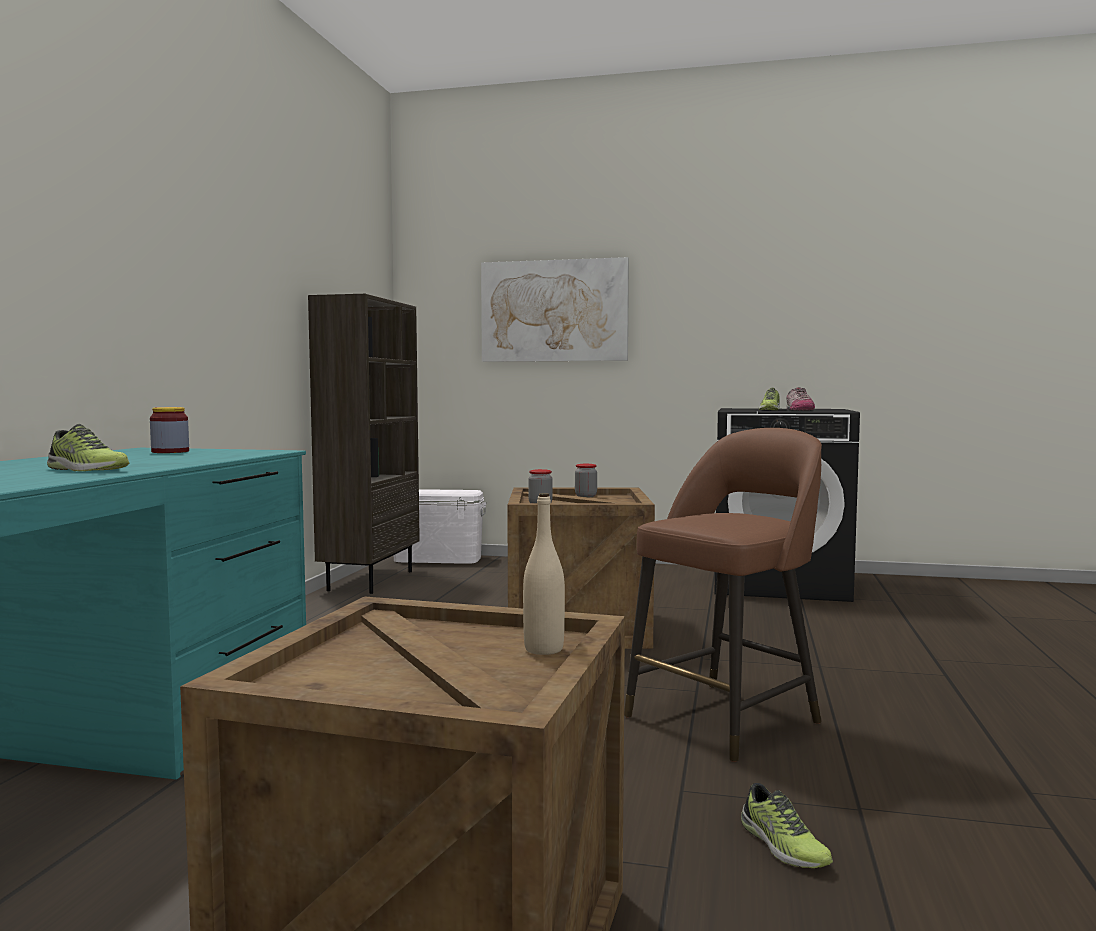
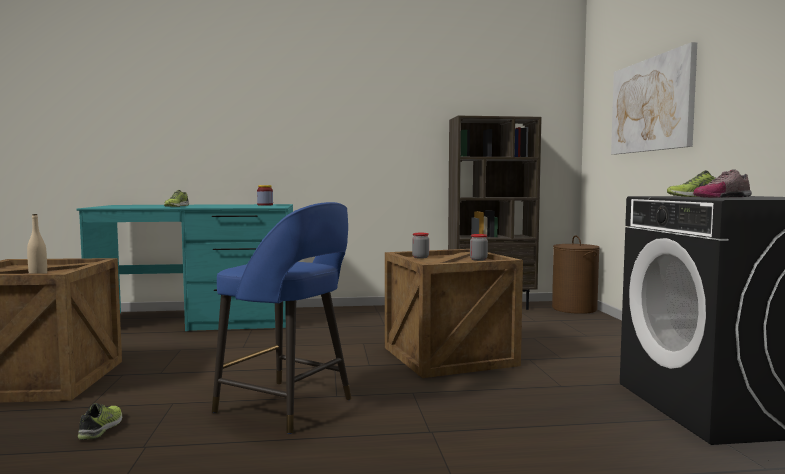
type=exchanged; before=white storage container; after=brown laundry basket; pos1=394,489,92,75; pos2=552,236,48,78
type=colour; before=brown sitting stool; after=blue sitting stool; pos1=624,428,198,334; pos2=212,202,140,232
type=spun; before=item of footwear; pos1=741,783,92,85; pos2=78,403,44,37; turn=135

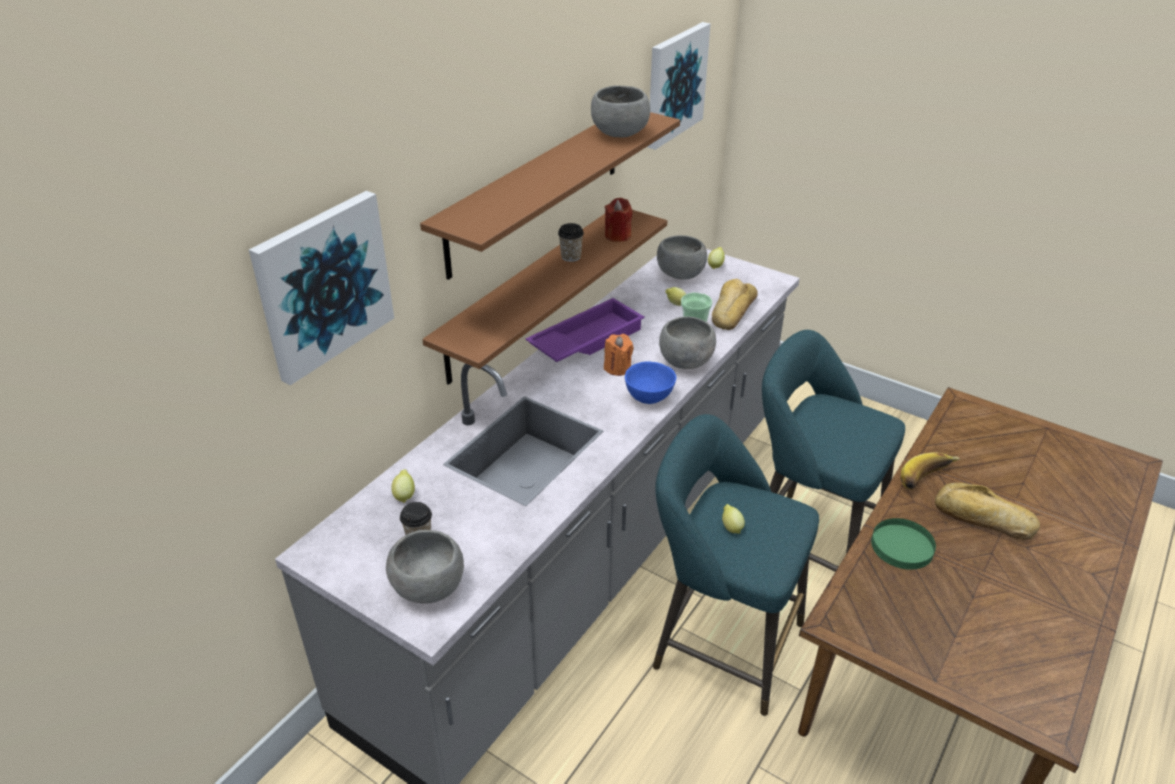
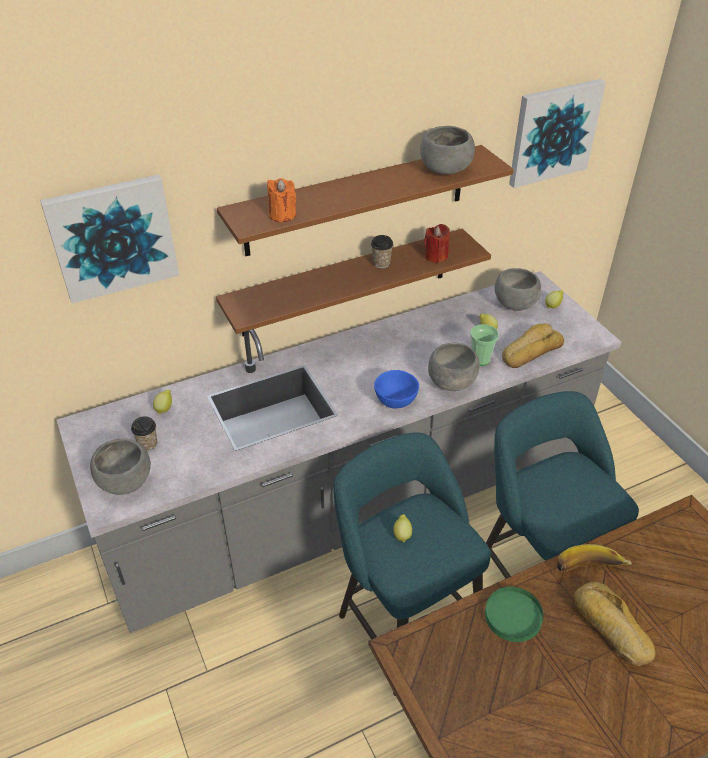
type=missing; before=purple-coloured serving tray; pos1=526,298,119,64
type=relocated; before=orange wax light; pos1=604,334,30,42; pos2=267,178,29,44

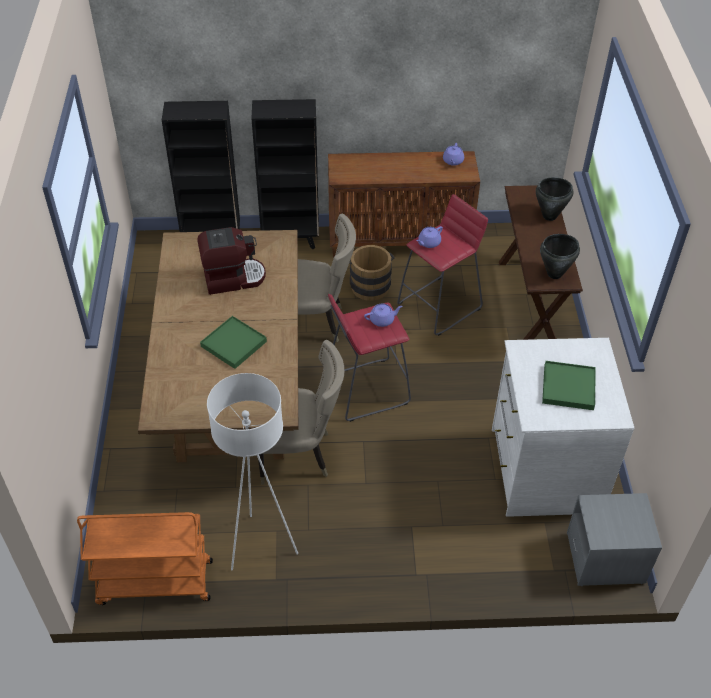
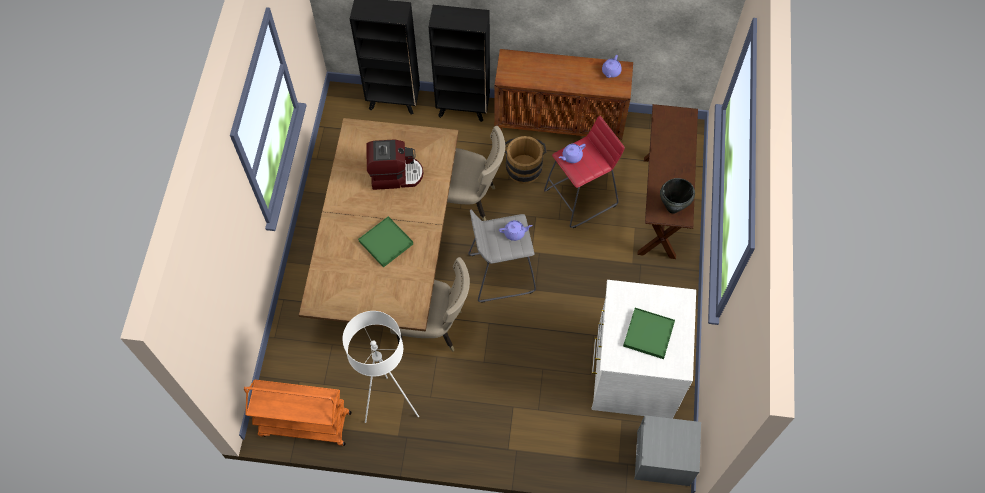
type=colour; before=red-coloured sitting stool; after=greyish sitting stool; pos1=328,294,83,128; pos2=468,209,68,94
type=missing; before=blackish stockpot; pos1=536,177,37,44

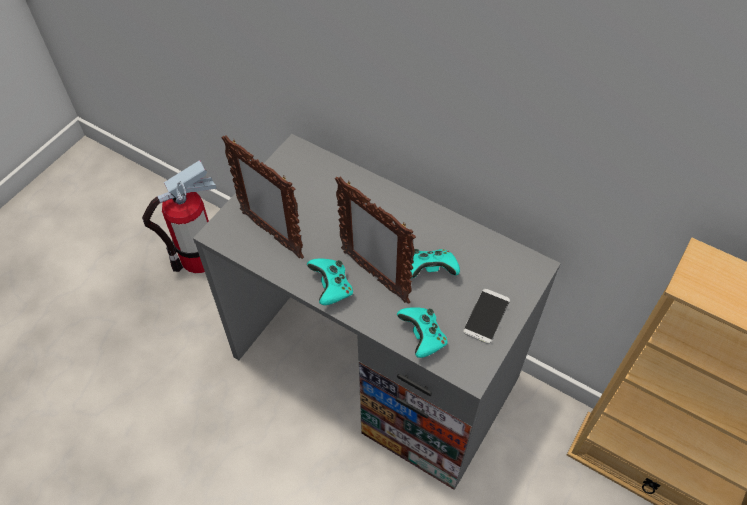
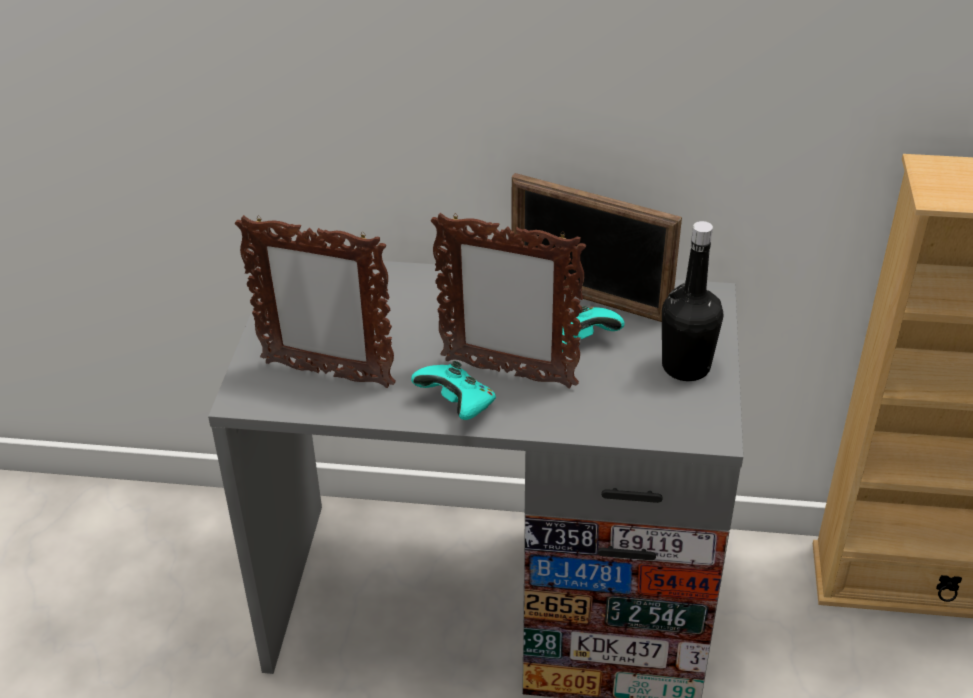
type=missing; before=fire-fighting cylinder; pos1=142,160,75,113
type=missing; before=turquoise joypad; pos1=397,307,50,51
type=exchanged; before=handset; after=blackish drink bottle; pos1=463,289,47,55; pos2=662,221,61,160
type=appeared; after=photo frame; pos2=511,173,171,149

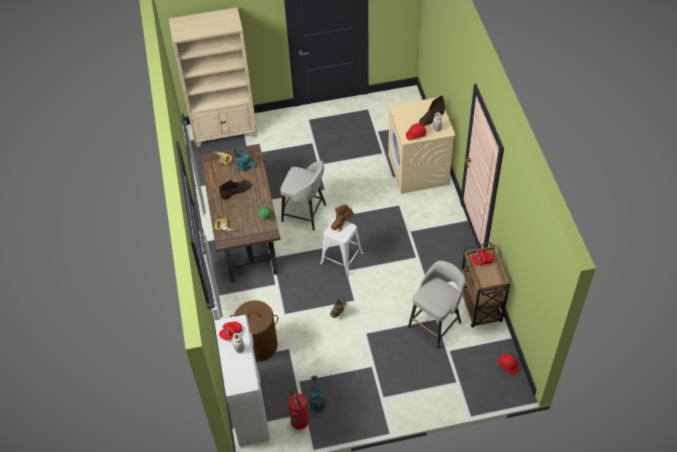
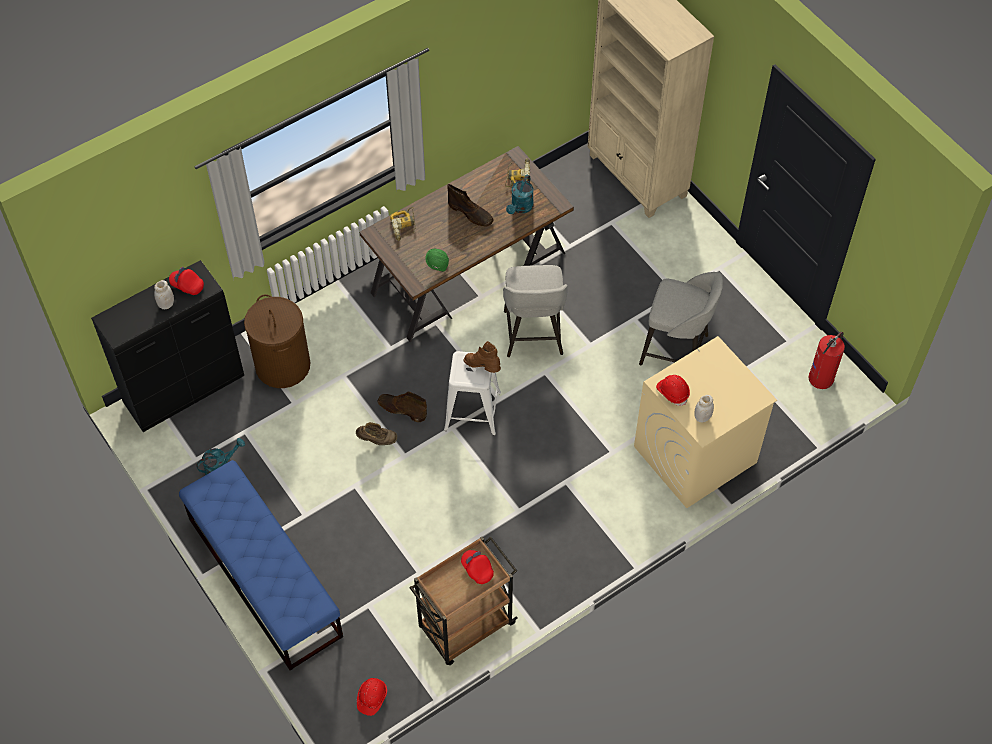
type=colour; before=white cabinet; after=blackish cabinet; pos1=214,315,56,131; pos2=91,260,153,172
type=relocated; before=fire-fighting cylinder; pos1=288,390,21,40; pos2=808,332,37,57
type=relocated; before=greyish sitting stool; pos1=408,261,57,87; pos2=639,272,84,93
type=relocated; before=brown tall boot; pos1=419,95,26,31; pos2=378,392,49,30
type=appeared; after=blue long seat; pos2=179,460,164,210

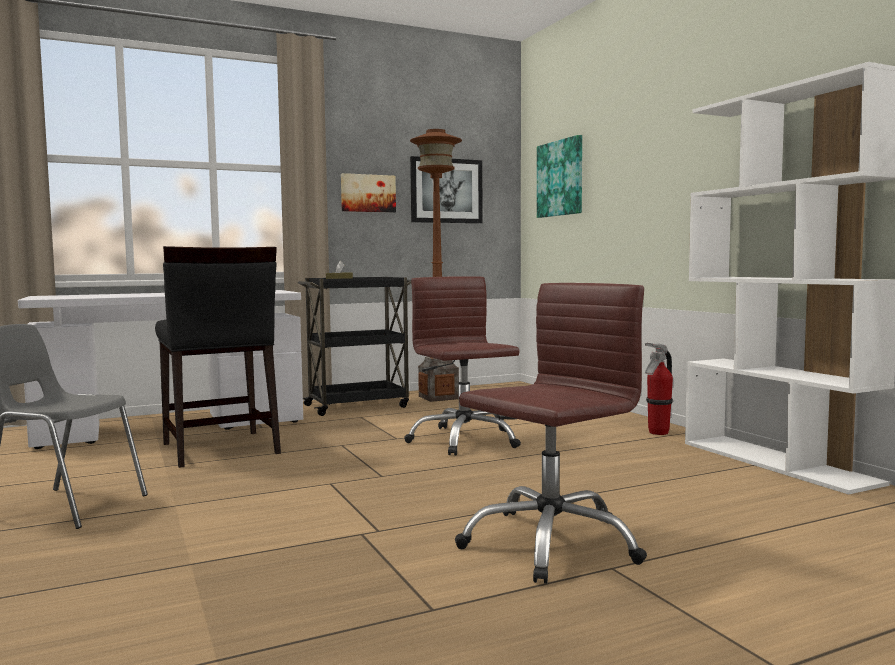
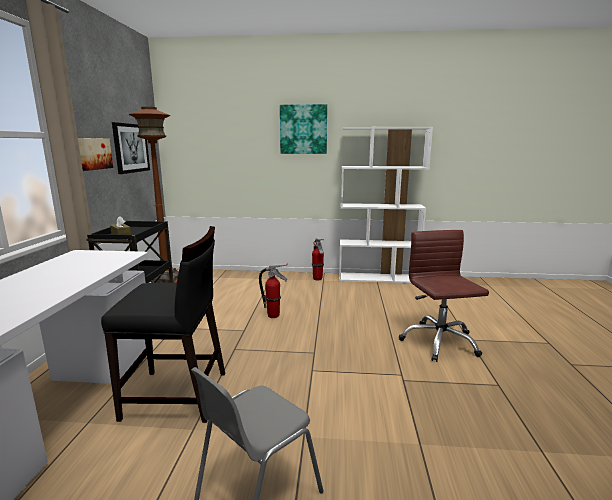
type=exchanged; before=brown computer chair; after=fire-fighting cylinder; pos1=404,276,117,180; pos2=259,263,29,55
type=relocated; before=picture; pos1=537,135,45,83; pos2=280,104,47,50

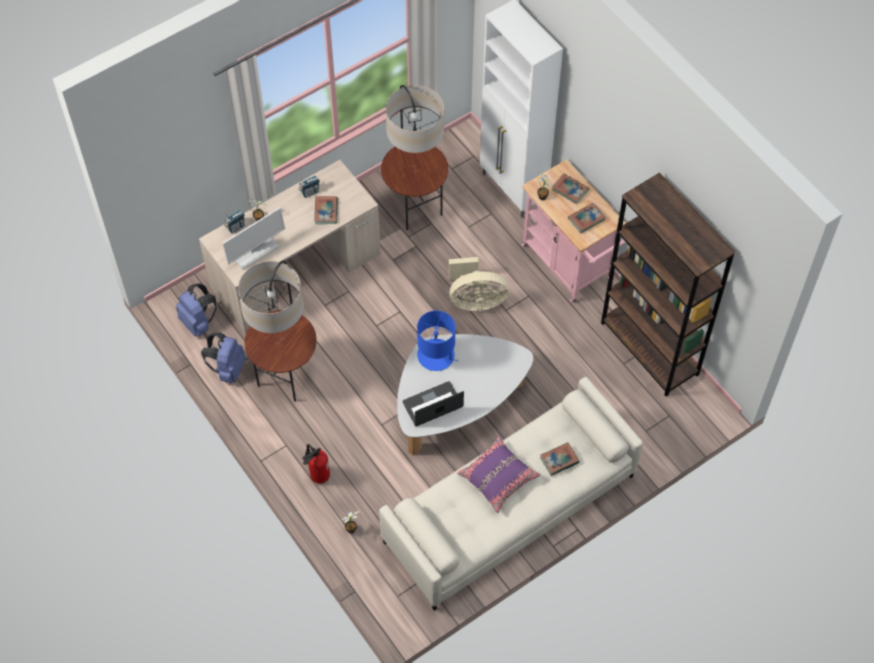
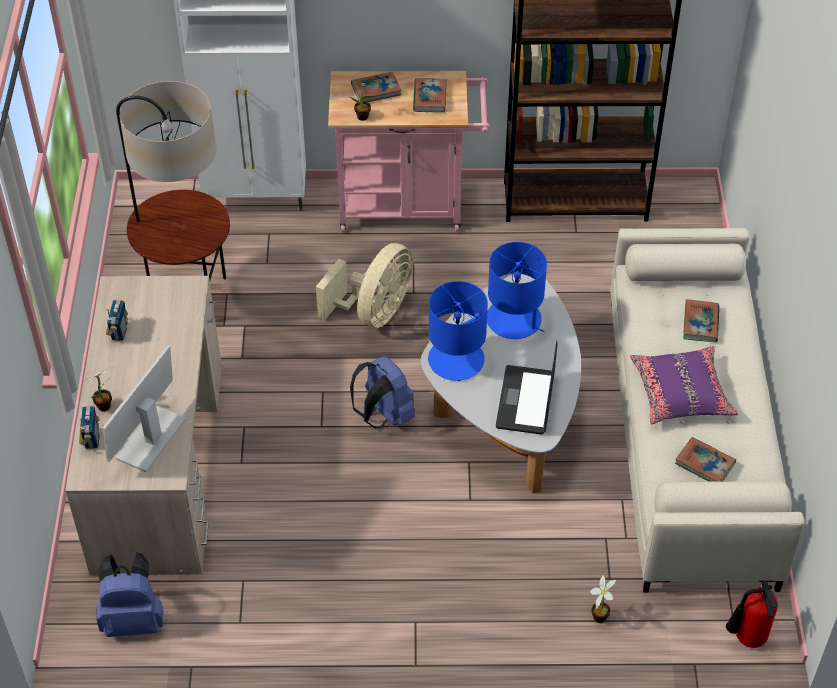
type=relocated; before=blue backpack; pos1=201,332,45,51; pos2=350,356,65,73
type=spun; before=computer display; pos1=222,207,63,63; pos2=102,345,84,127; turn=-150
type=missing; before=standing lamp; pos1=238,260,79,141
type=relocated; before=fire-fighting cylinder; pos1=302,444,28,40; pos2=726,580,52,68
type=relocated; before=volume; pos1=314,196,24,28; pos2=675,437,61,44
type=appeared; after=blue table lamp; pos2=487,242,60,97

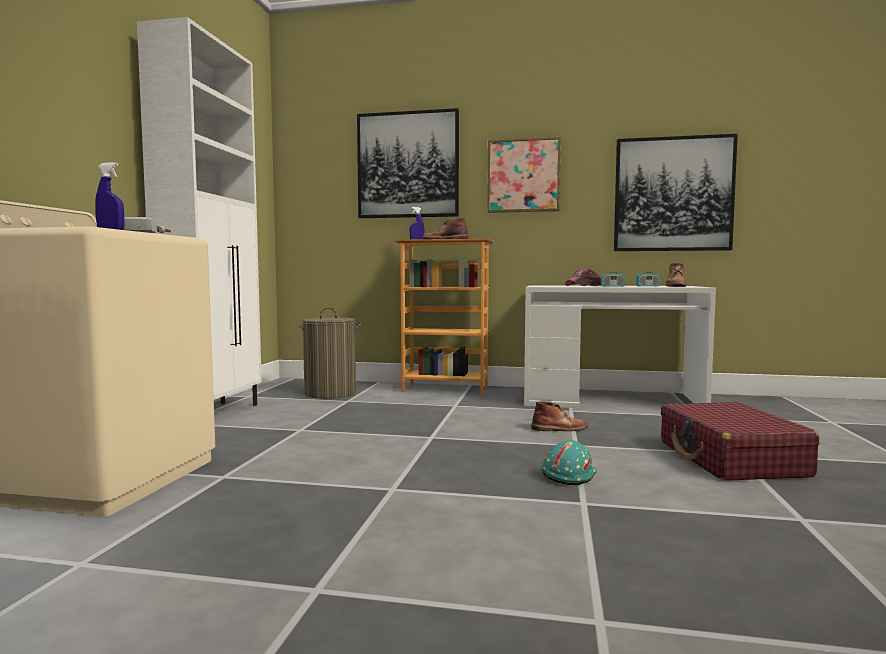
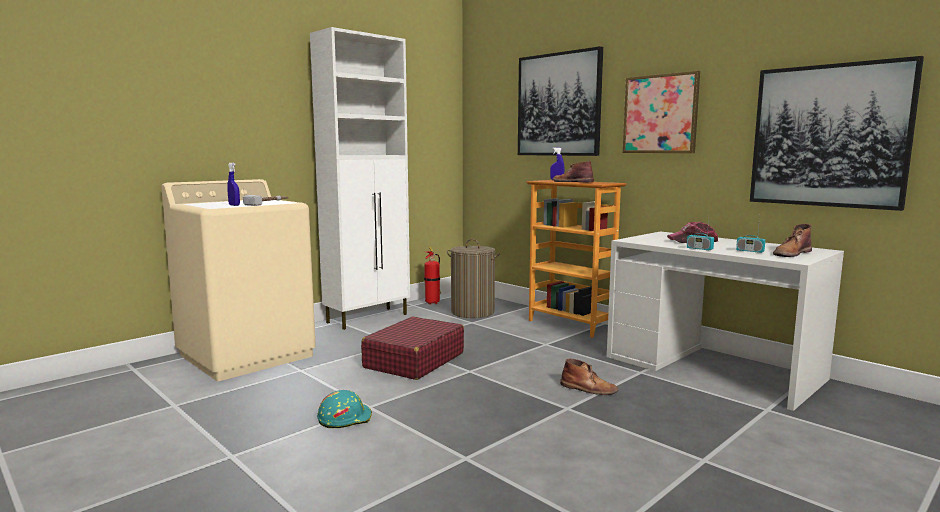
type=relocated; before=turquoise hard hat; pos1=542,440,54,46; pos2=317,390,55,38
type=relocated; before=red-coloured travel case; pos1=661,402,158,79; pos2=361,316,103,64
type=appeared; after=fire-fighting cylinder; pos2=424,247,18,58

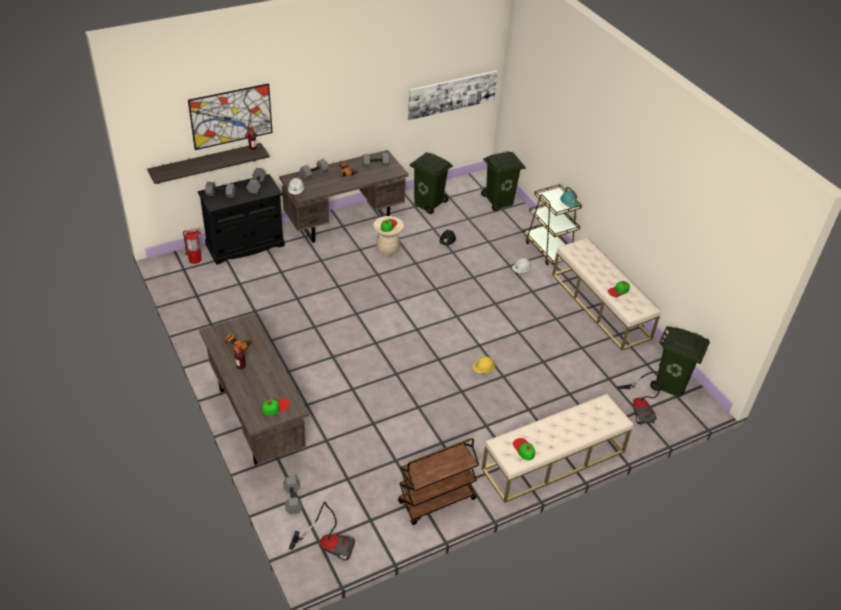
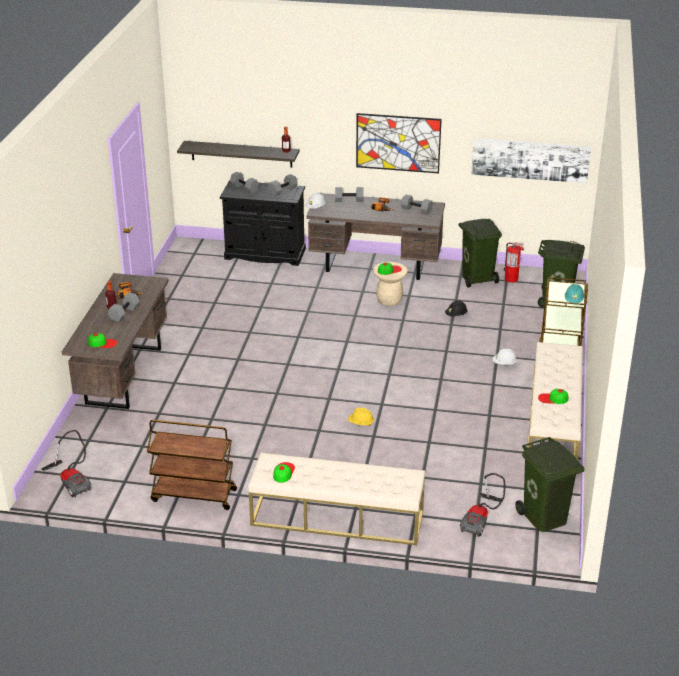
type=relocated; before=fire-fighting cylinder; pos1=183,228,19,36; pos2=503,242,21,41
type=relocated; before=picture; pos1=188,83,85,67; pos2=356,113,86,60
type=relocated; before=greyish hand weight; pos1=283,476,19,38; pos2=108,292,32,30

